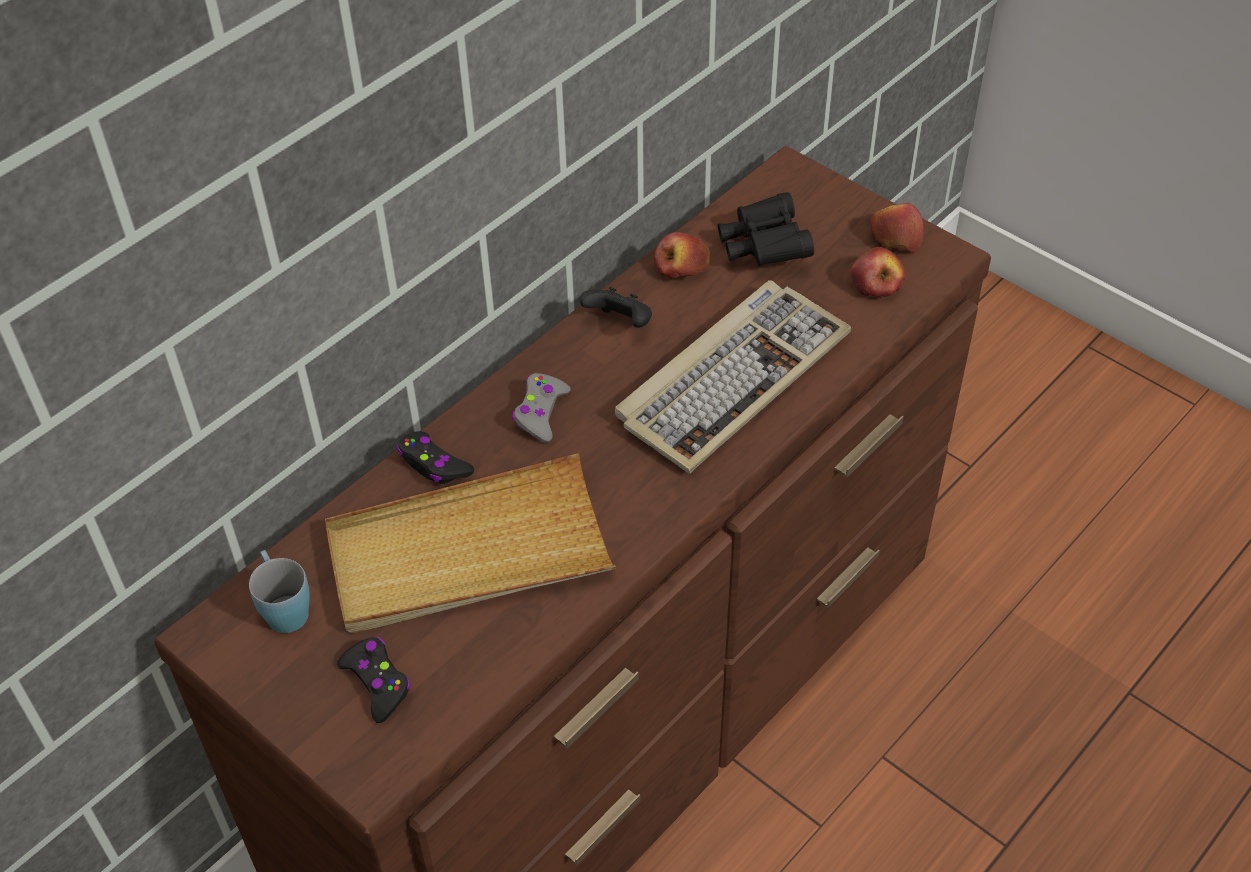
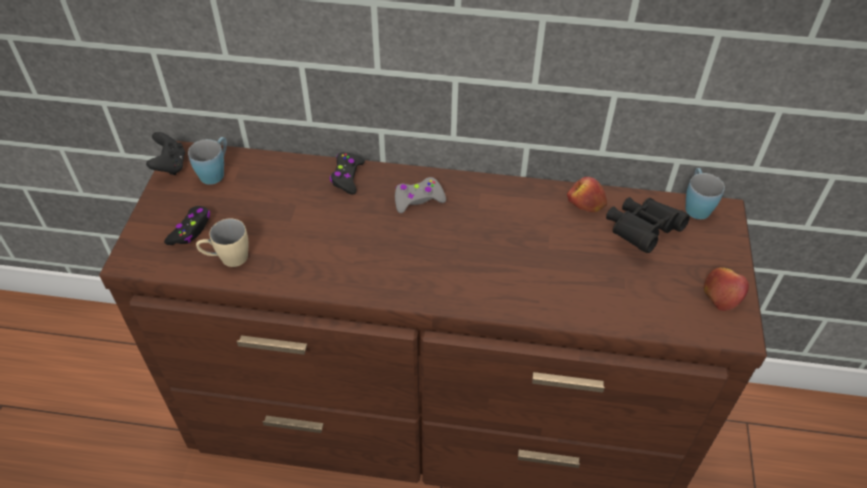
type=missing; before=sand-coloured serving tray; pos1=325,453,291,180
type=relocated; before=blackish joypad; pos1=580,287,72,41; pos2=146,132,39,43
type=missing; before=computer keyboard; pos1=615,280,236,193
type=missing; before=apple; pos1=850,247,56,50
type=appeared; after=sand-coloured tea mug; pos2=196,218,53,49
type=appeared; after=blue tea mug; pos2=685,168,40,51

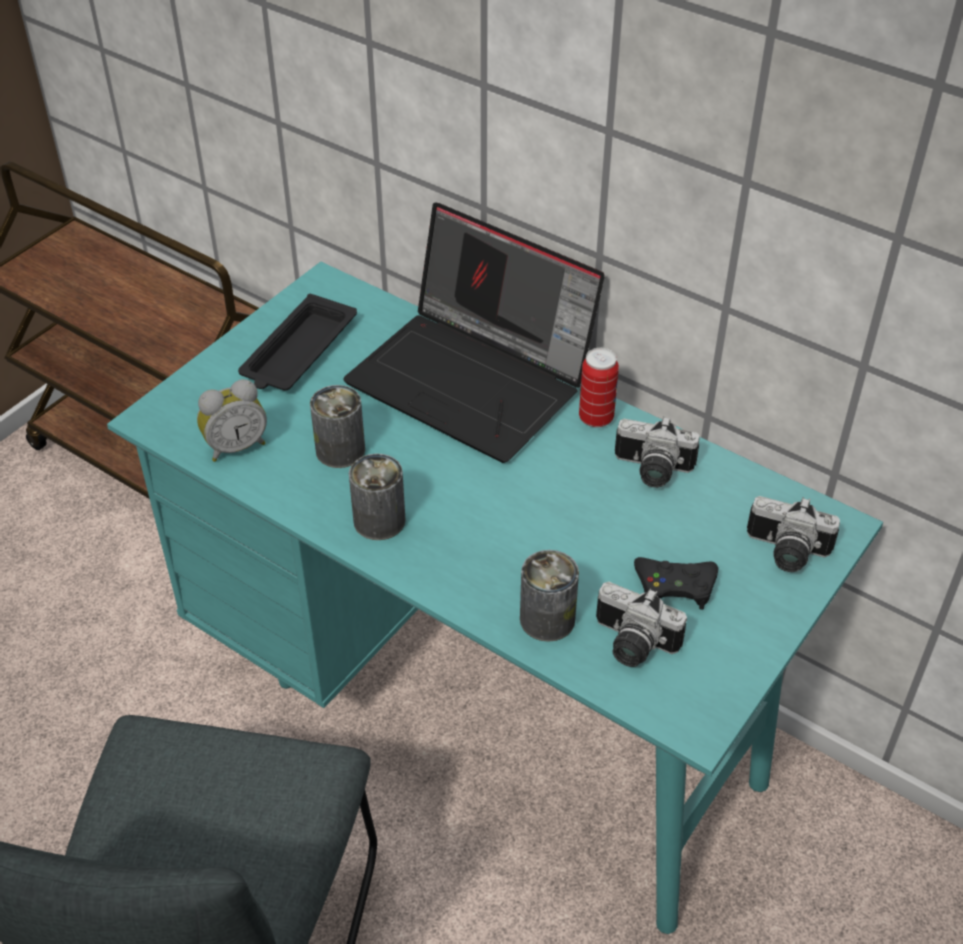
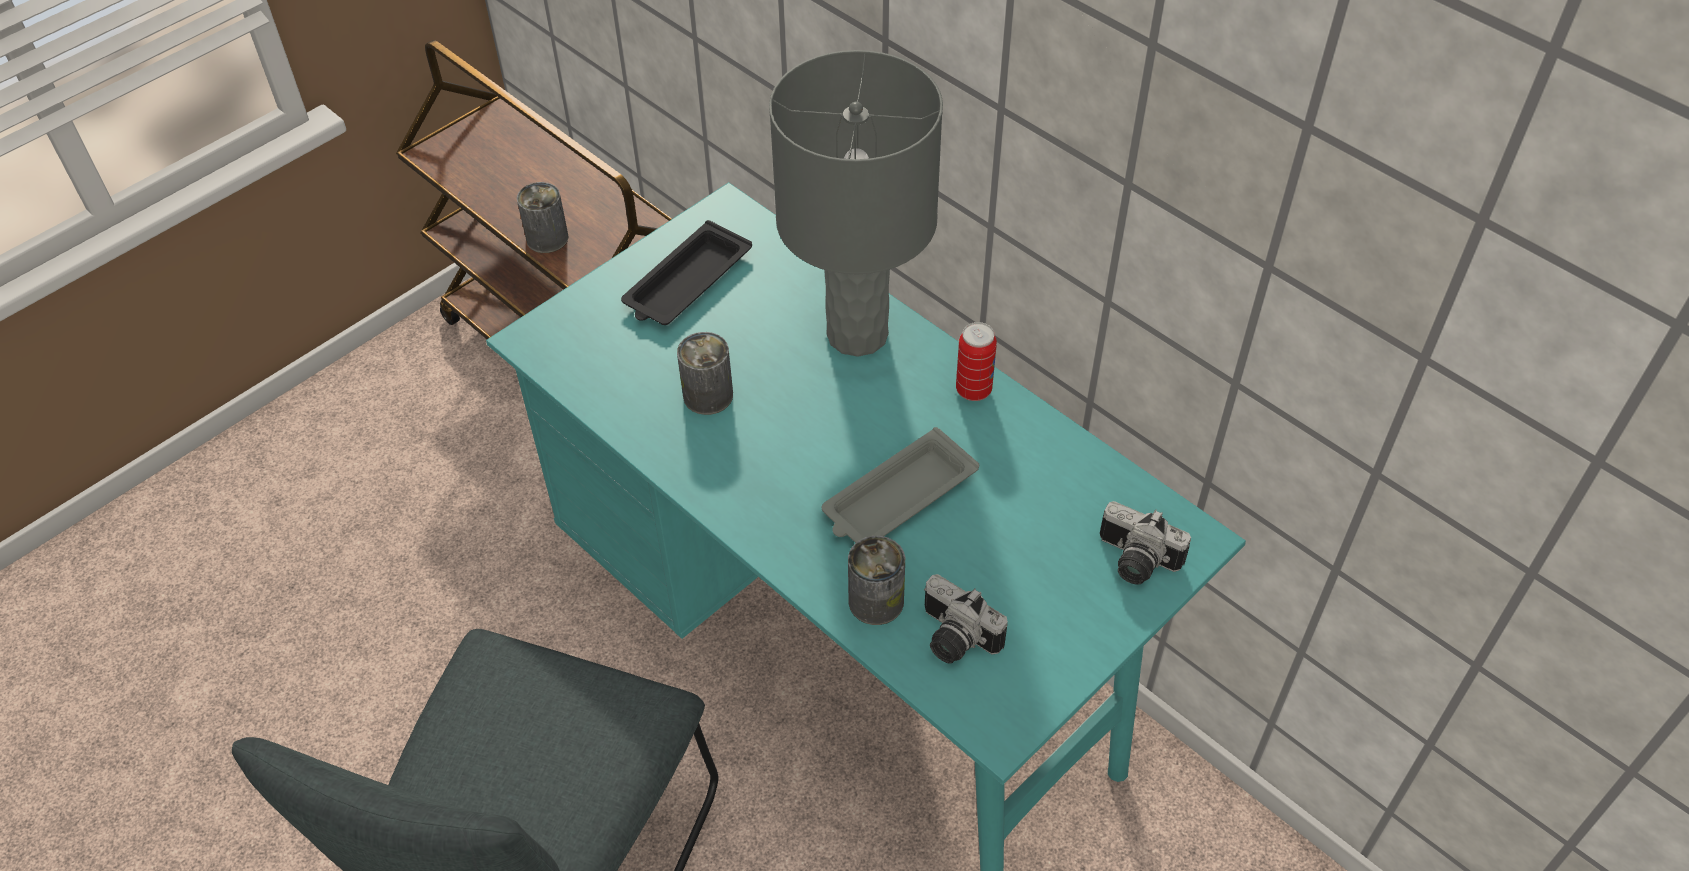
type=missing; before=alarm clock; pos1=197,379,70,83
type=exchanged; before=portable computer; after=greyish table lamp; pos1=343,202,262,261; pos2=769,50,174,307
type=relocated; before=sealed can; pos1=349,454,56,86; pos2=517,182,52,71
type=missing; before=photo camera; pos1=615,416,85,72
type=missing; before=blackish joypad; pos1=634,557,84,53
type=appeared; after=greyish serving tray; pos2=822,427,157,116

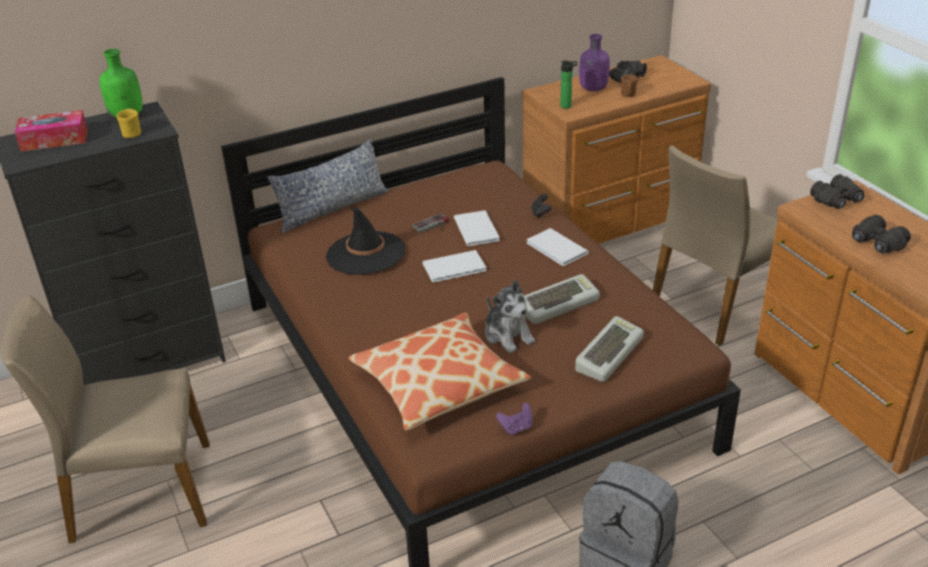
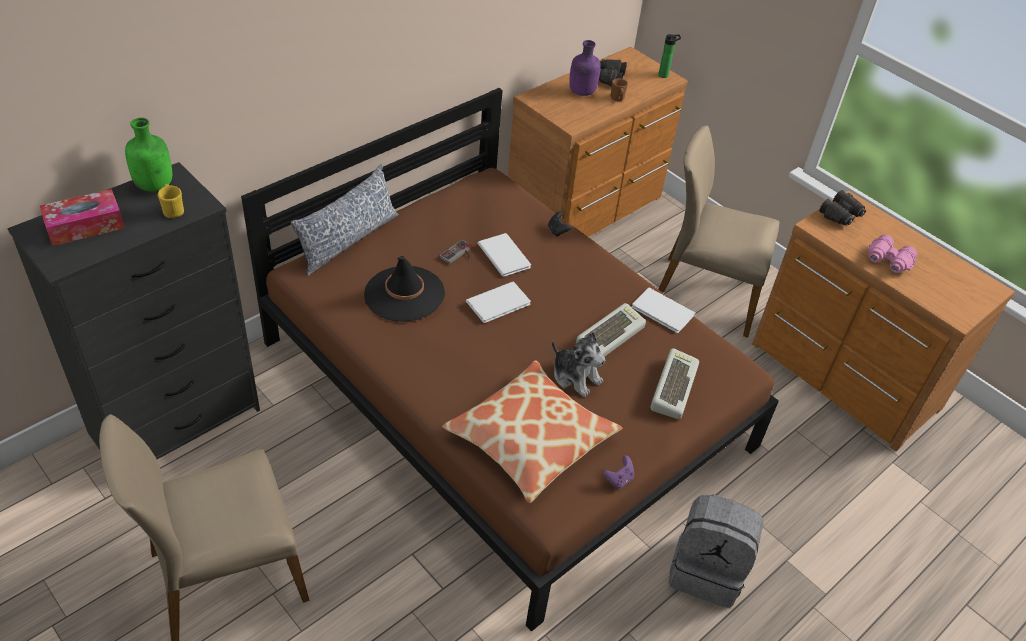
type=relocated; before=white volume; pos1=527,228,62,38; pos2=632,288,64,45
type=relocated; before=drink bottle; pos1=560,61,17,48; pos2=658,34,23,44
type=spun; before=sand-coloured chair; pos1=653,145,124,201; pos2=658,126,121,212; turn=75
type=colour; before=blackish binoculars; after=pinkish binoculars; pos1=852,215,59,38; pos2=867,234,50,39

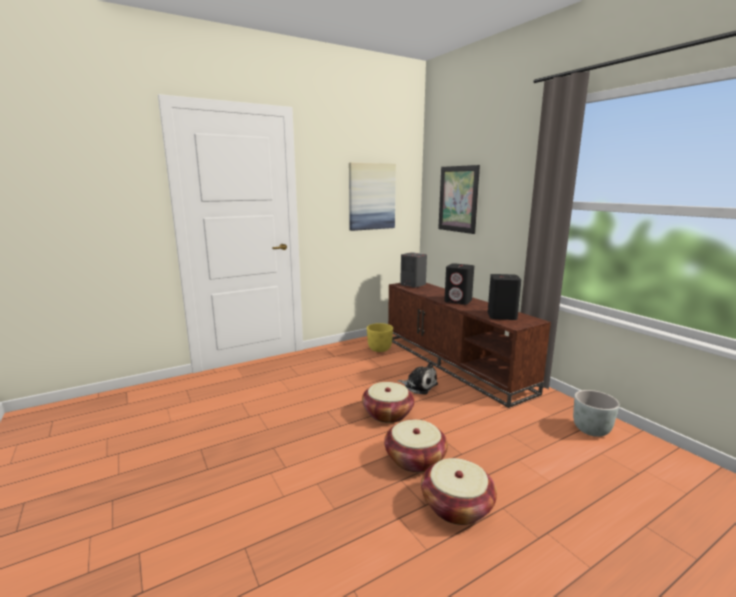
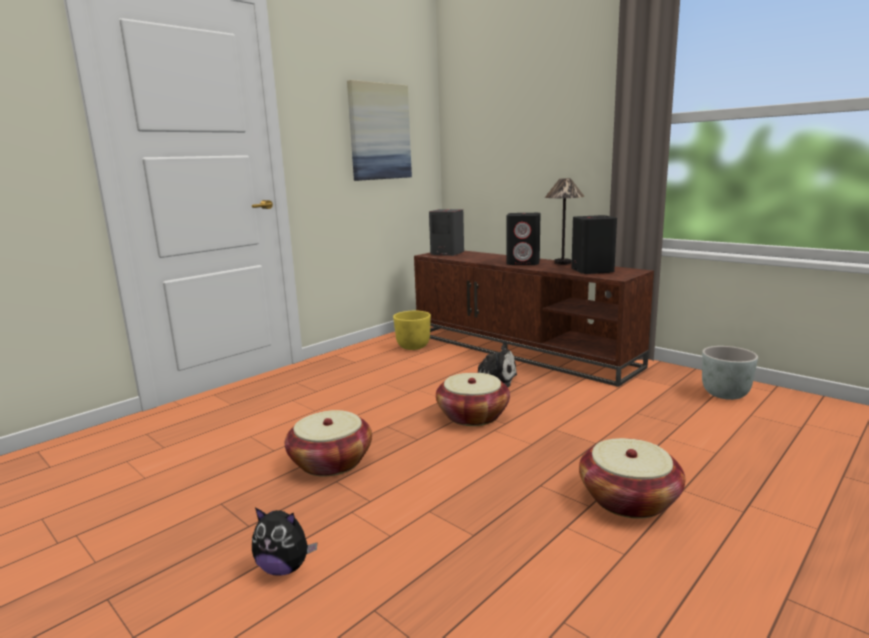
type=relocated; before=household basket; pos1=384,420,64,53; pos2=285,410,87,67
type=missing; before=picture; pos1=438,165,42,69
type=appeared; after=soft toy; pos2=252,508,65,68
type=appeared; after=table lamp; pos2=545,178,40,87

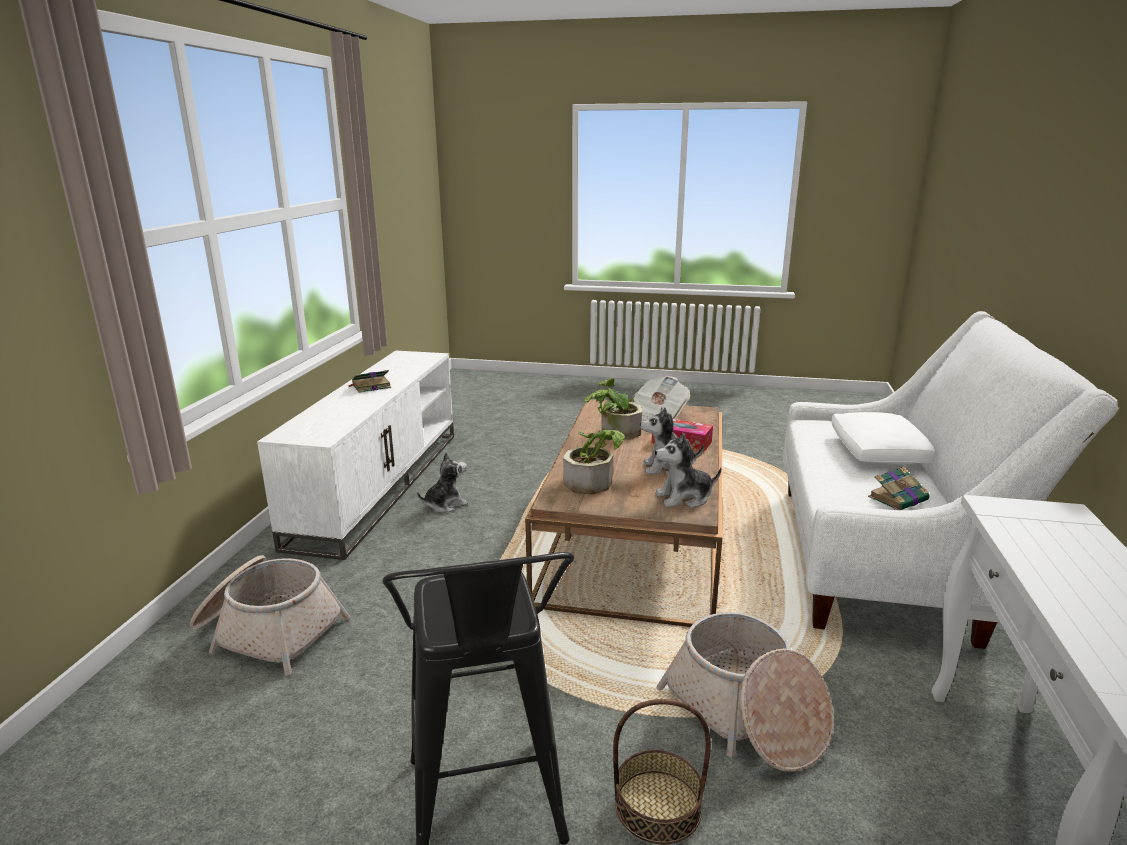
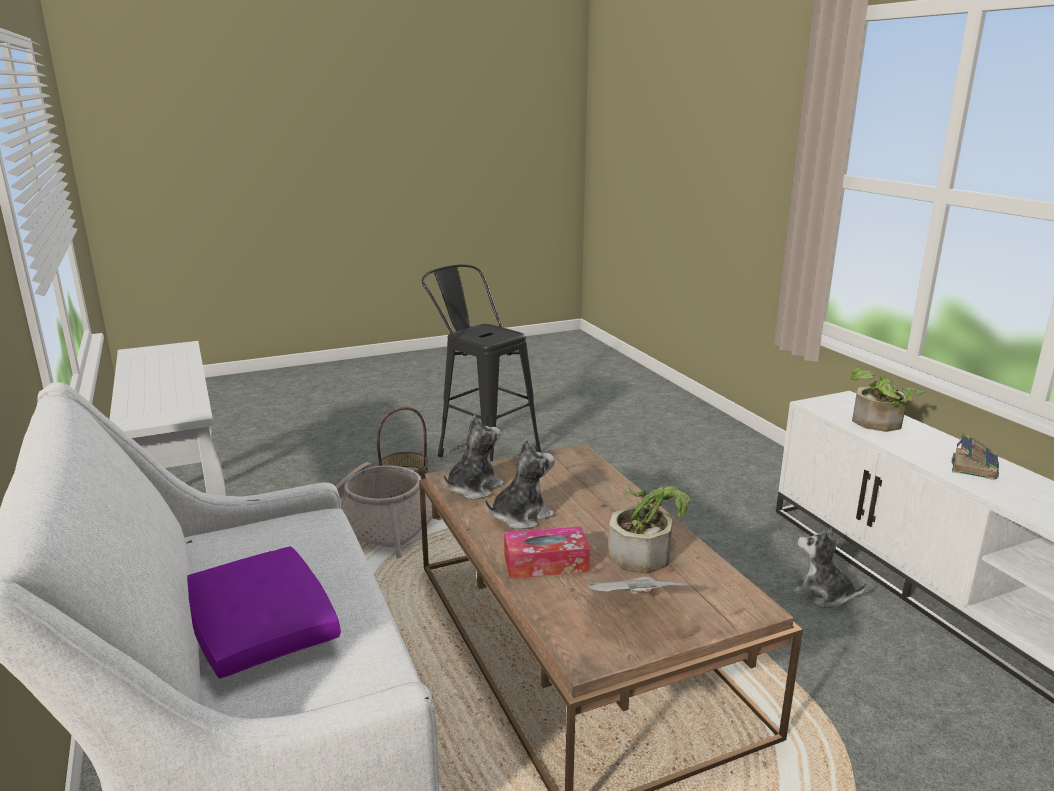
type=missing; before=household basket; pos1=190,555,160,121
type=spun; before=soft toy; pos1=417,452,51,61; pos2=792,528,75,80; turn=105
type=relocated; before=houseplant; pos1=563,430,62,64; pos2=850,368,74,64
type=colour; before=white throw pillow; after=purple-coloured throw pillow; pos1=831,412,104,52; pos2=187,546,154,133
type=missing; before=volume; pos1=868,467,62,43

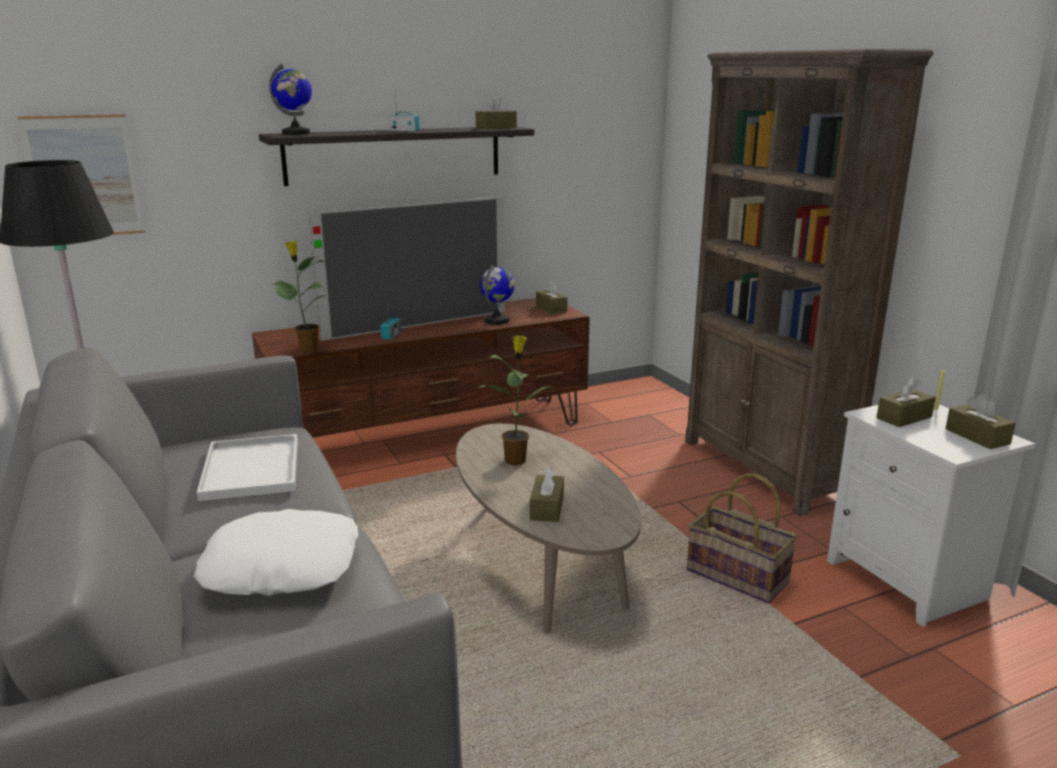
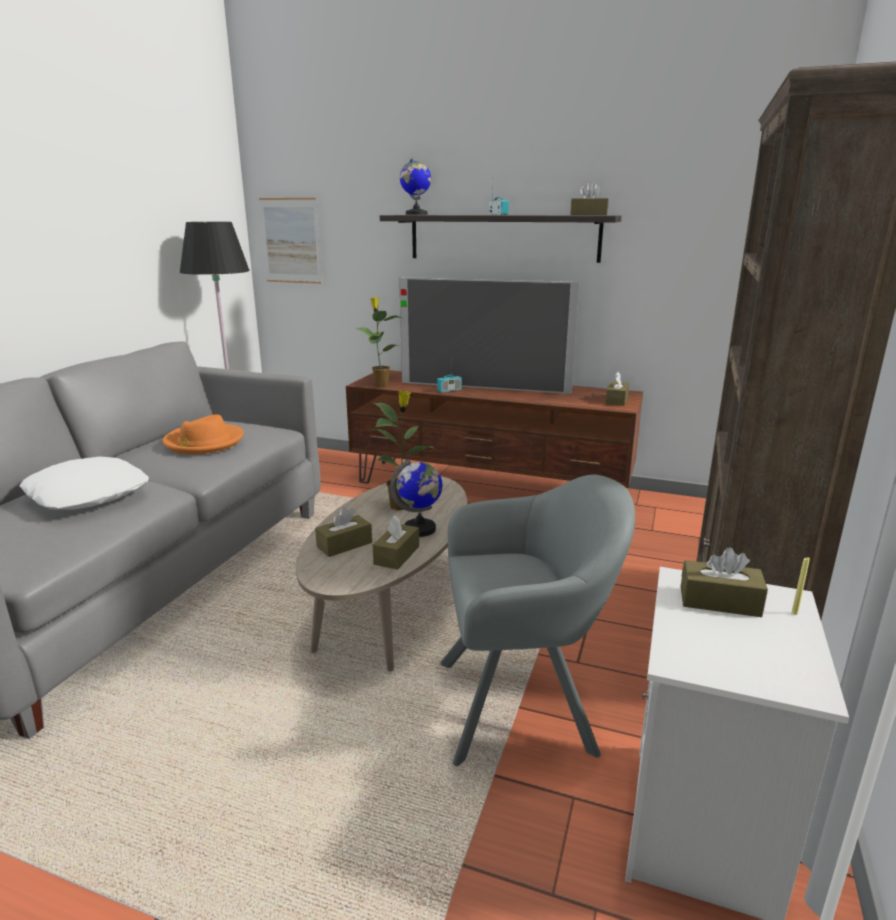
type=exchanged; before=white serving tray; after=orange hat; pos1=197,434,101,67; pos2=163,415,80,39
type=relocated; before=desk globe; pos1=480,265,35,60; pos2=390,459,52,78
type=exchanged; before=household basket; after=greyish lounge chair; pos1=687,473,110,130; pos2=440,474,195,292
type=relocated; before=brown box of tissues; pos1=945,394,71,55; pos2=373,515,46,55

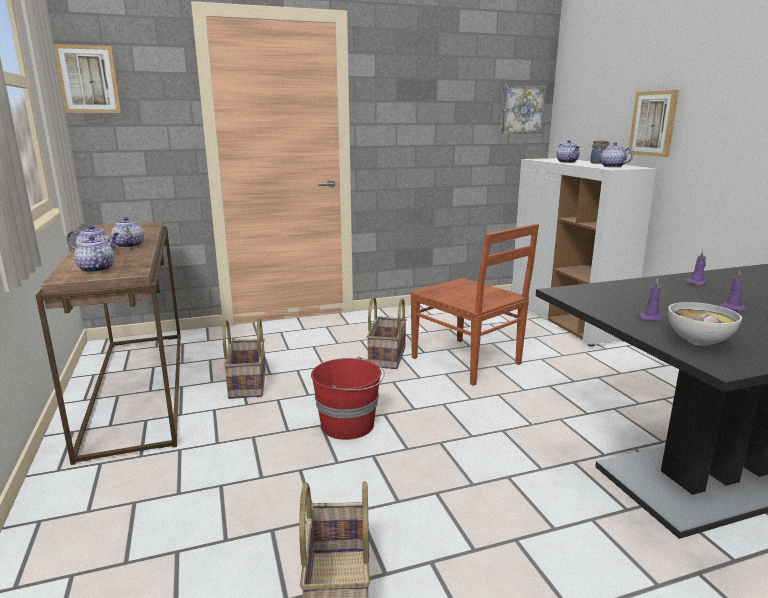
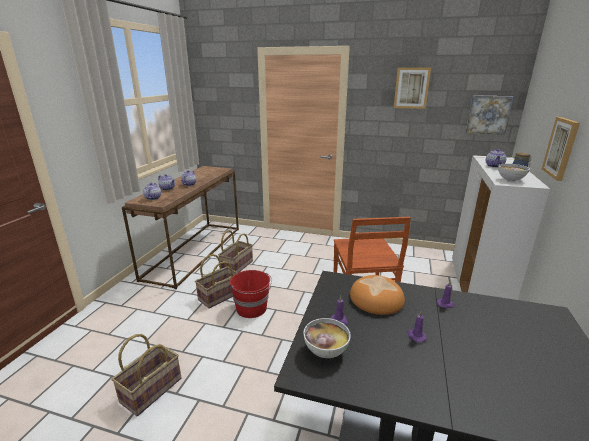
type=relocated; before=picture; pos1=54,44,67,69; pos2=394,68,37,41
type=relocated; before=household basket; pos1=366,296,41,73; pos2=195,254,43,55
type=exchanged; before=tea pot; after=serving bowl; pos1=596,142,37,26; pos2=498,164,32,17
type=appeared; after=baked bread; pos2=350,275,55,40

